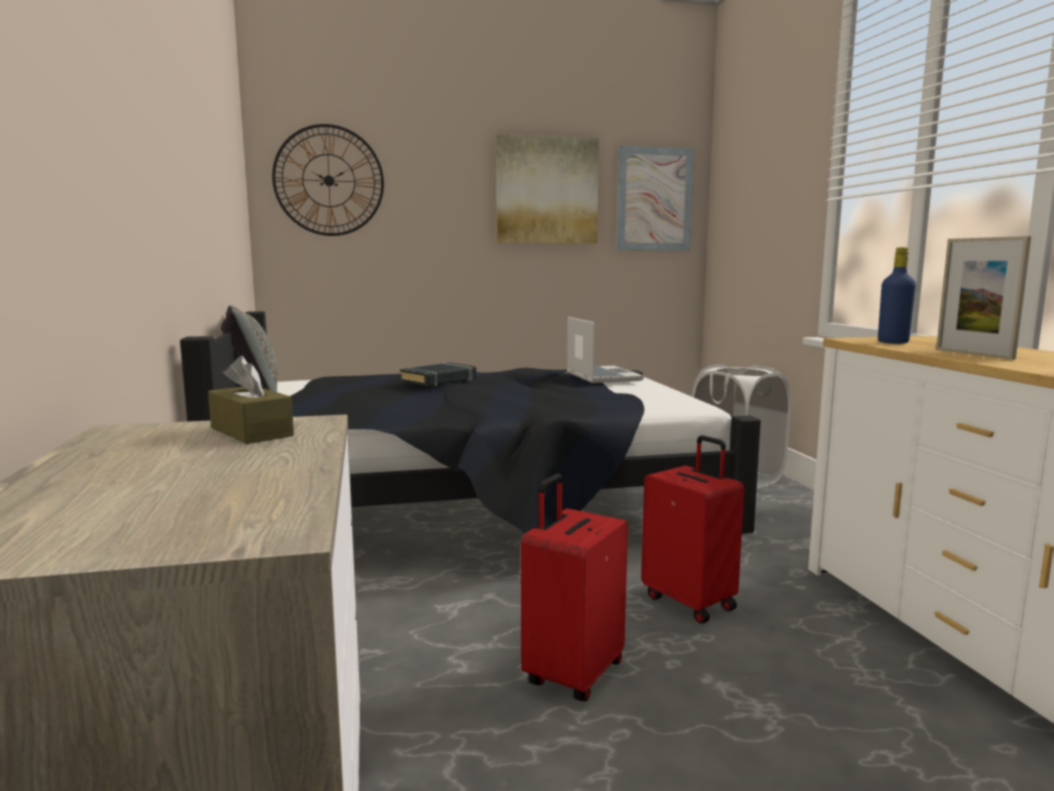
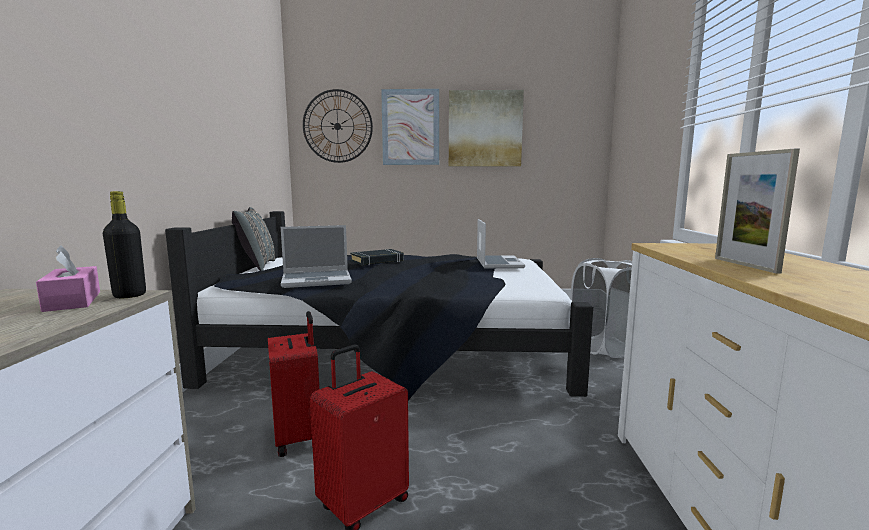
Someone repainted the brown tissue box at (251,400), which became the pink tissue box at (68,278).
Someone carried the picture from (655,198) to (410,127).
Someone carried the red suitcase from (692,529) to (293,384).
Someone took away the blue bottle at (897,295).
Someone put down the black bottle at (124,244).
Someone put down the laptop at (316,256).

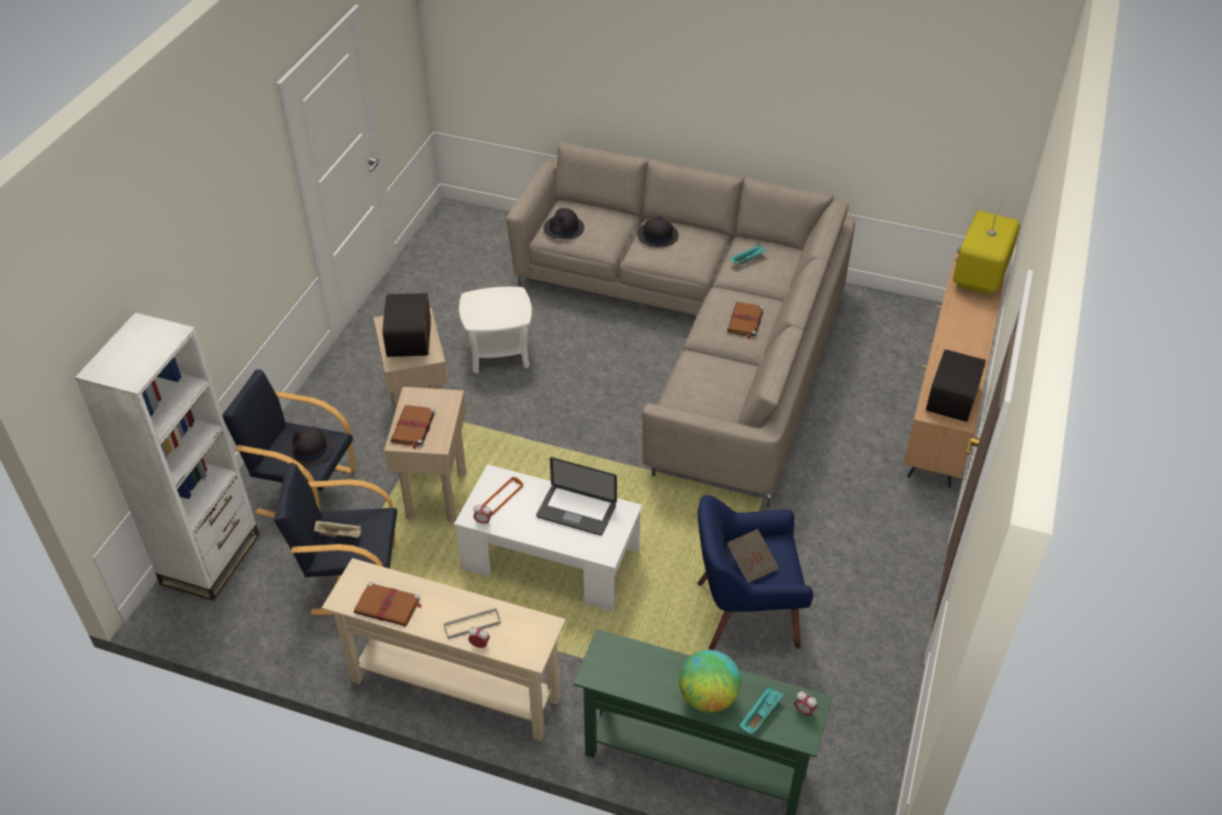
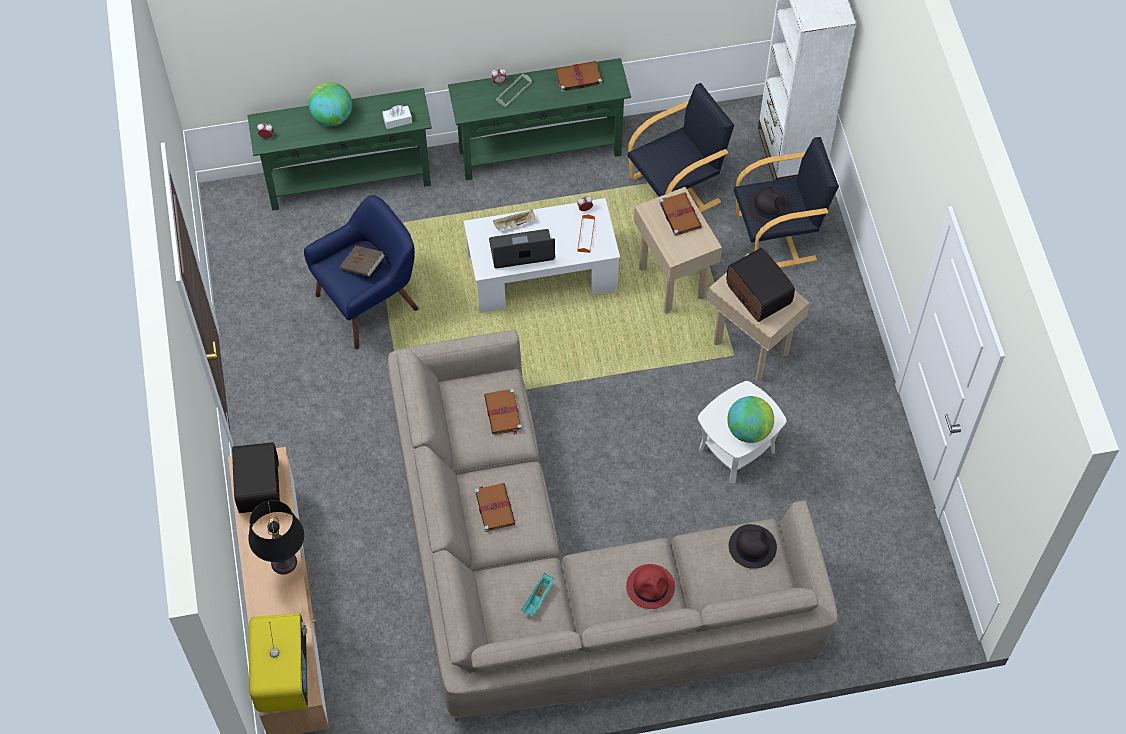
Someone carried the beige tray from (337,529) to (514,220).
Someone repainted the beige console table at (444,649), which became the green console table at (539,119).
Someone repainted the black hat at (658,231), which became the red hat at (650,586).
Someone took away the turquoise tray at (762,710).
Someone put down the black table lamp at (276,537).
Someone put down the white tissue box at (397,117).
Someone put down the brown book at (503,412).
Someone put down the globe at (750,419).

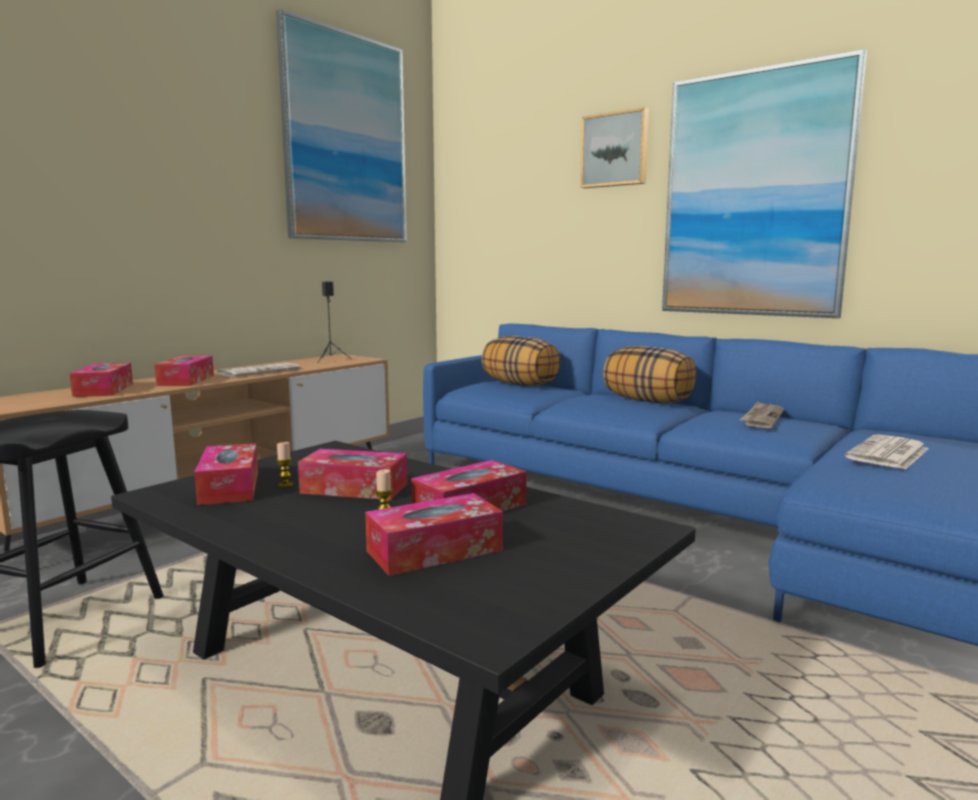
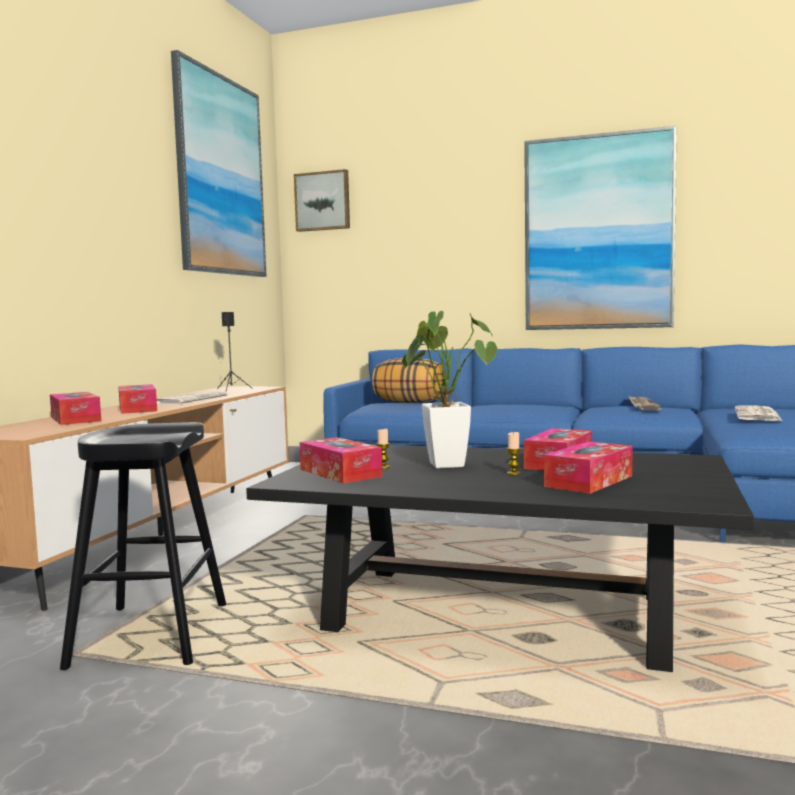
Someone swapped the tissue box at (352,474) for the potted plant at (449,390).
Someone carried the picture from (614,147) to (322,200).
Someone took away the pillow at (649,374).

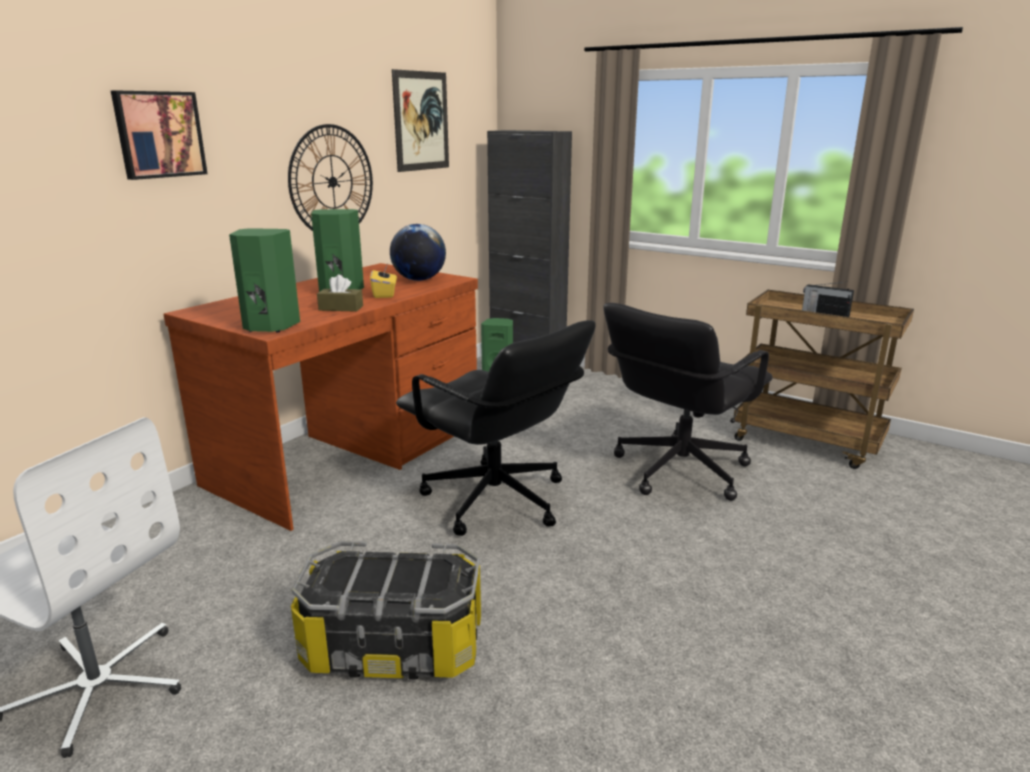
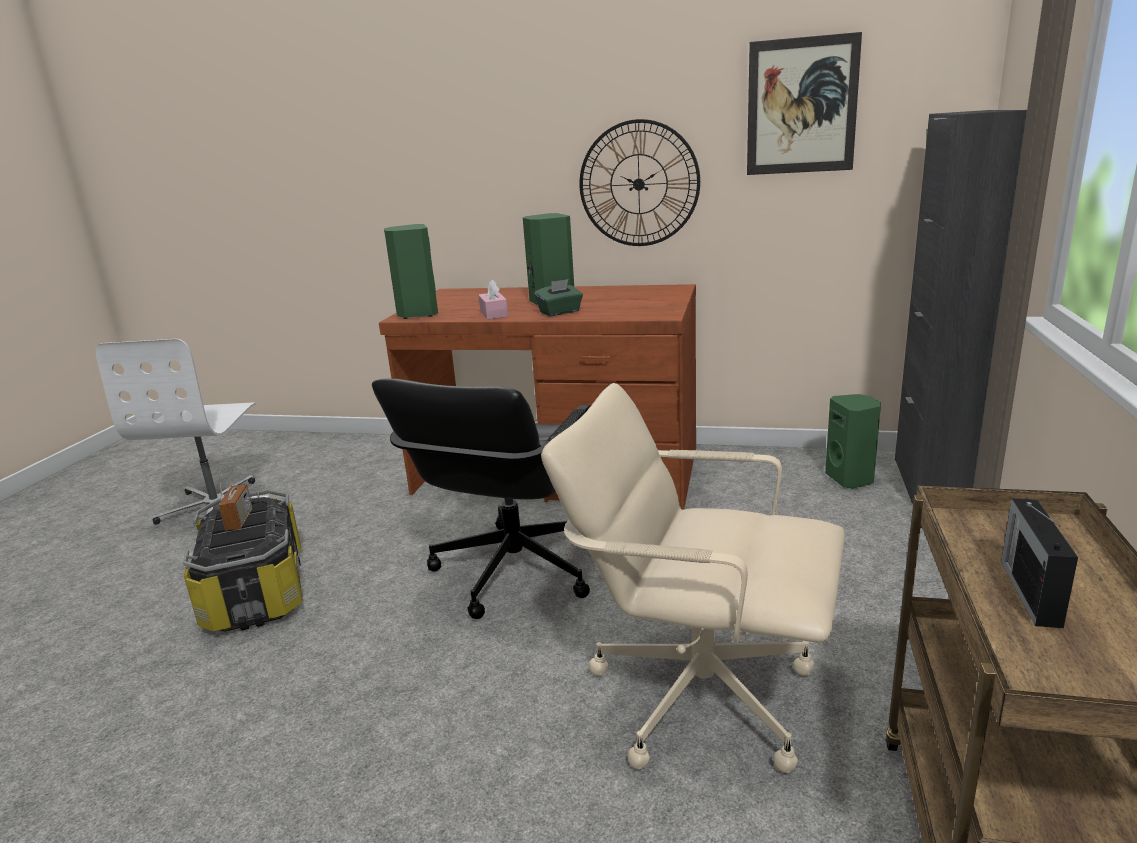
Someone took away the picture at (159,135).
Someone repainted the brown tissue box at (340,293), which became the pink tissue box at (493,300).
Someone repainted the yellow tissue box at (383,281), which became the green tissue box at (559,297).
Someone took away the globe at (418,252).
Someone repainted the black office chair at (688,402), which became the beige office chair at (693,578).
Someone put down the radio at (235,496).

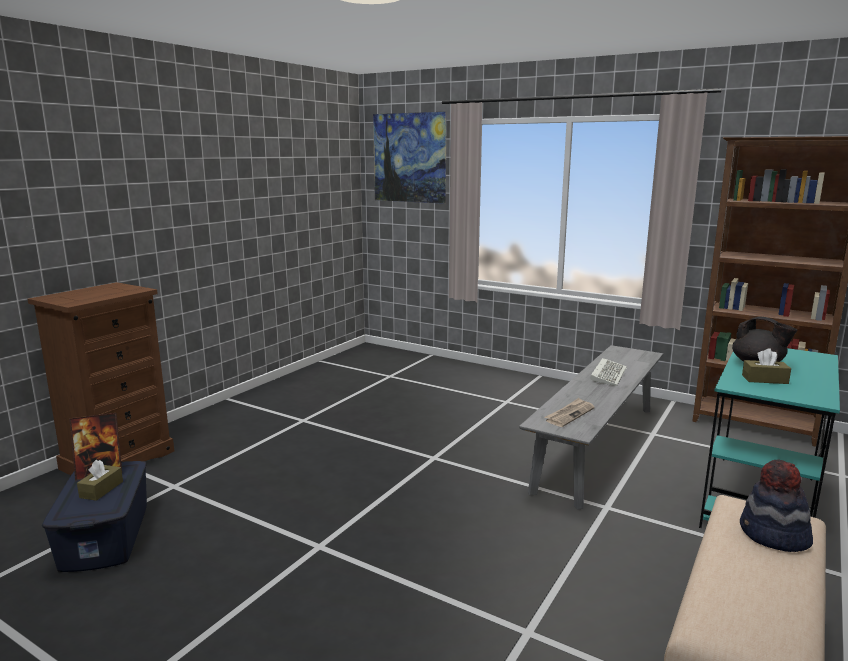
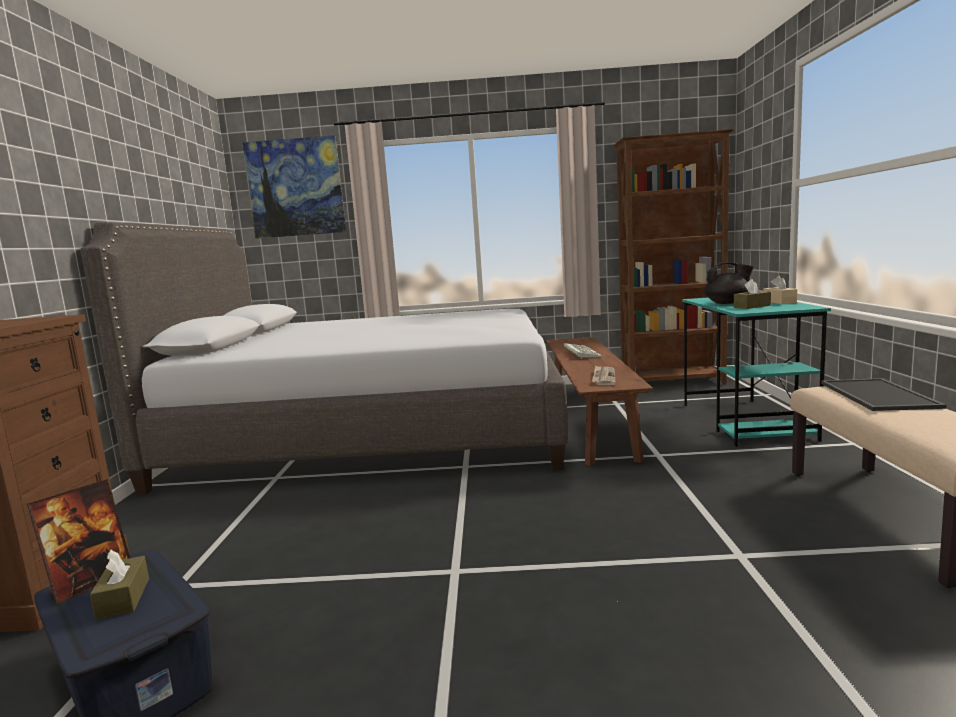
Someone repainted the grey bench at (591,427), which became the brown bench at (600,401).
Someone swapped the hat at (776,506) for the tray at (883,394).
Someone put down the grey bed at (324,358).
Someone put down the beige tissue box at (780,290).

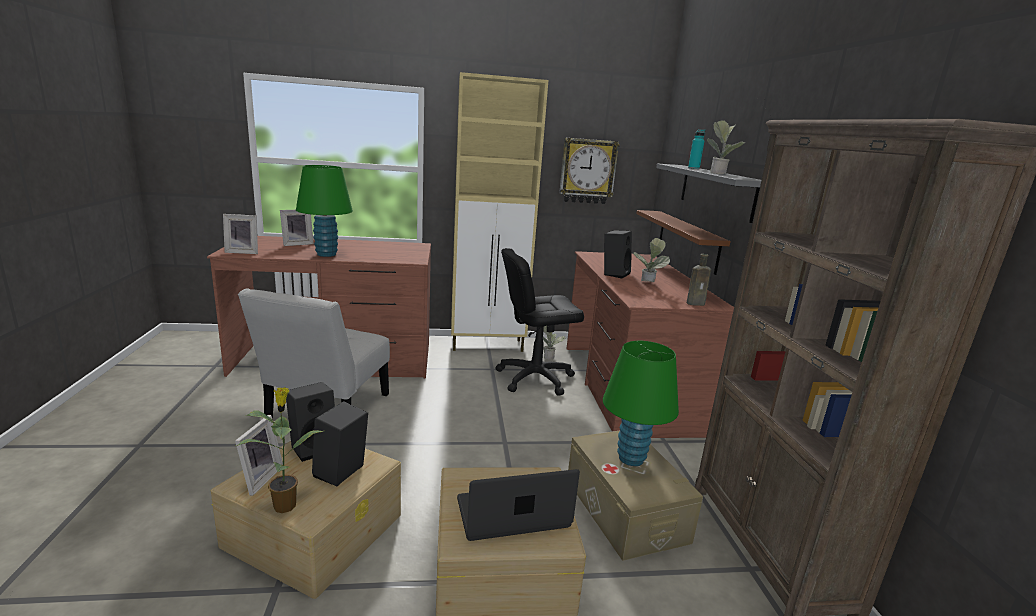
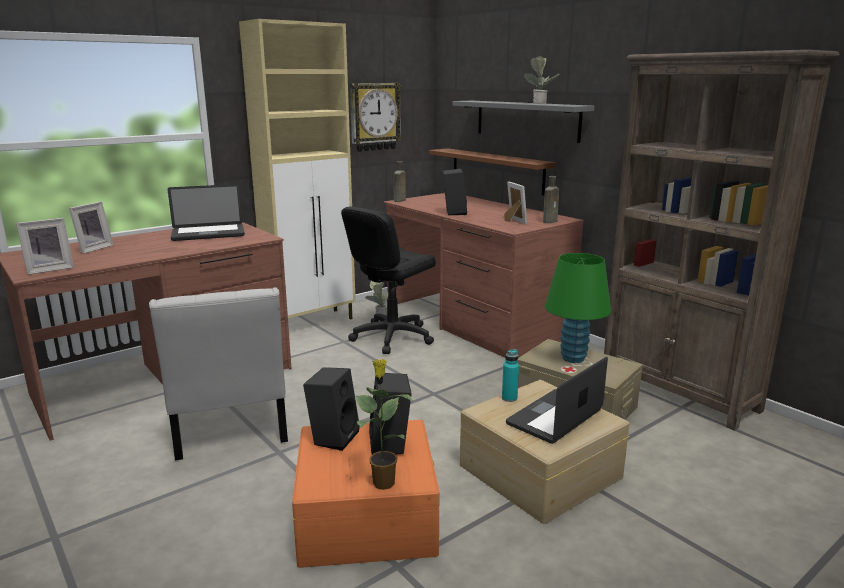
Someone repainted the beige storage box at (306,520), which became the orange storage box at (366,494).
Someone carried the picture frame from (259,455) to (515,203).
Someone took away the green table lamp at (324,211).
Someone took away the potted plant at (651,260).
Someone carried the turquoise bottle from (696,149) to (510,375).
Someone put down the laptop at (206,212).
Someone put down the brown bottle at (400,181).

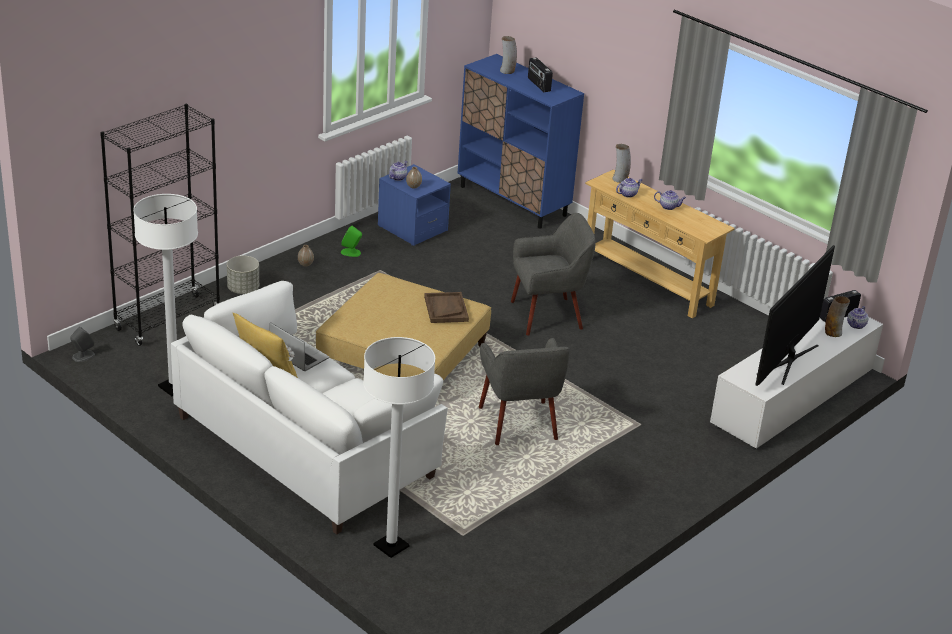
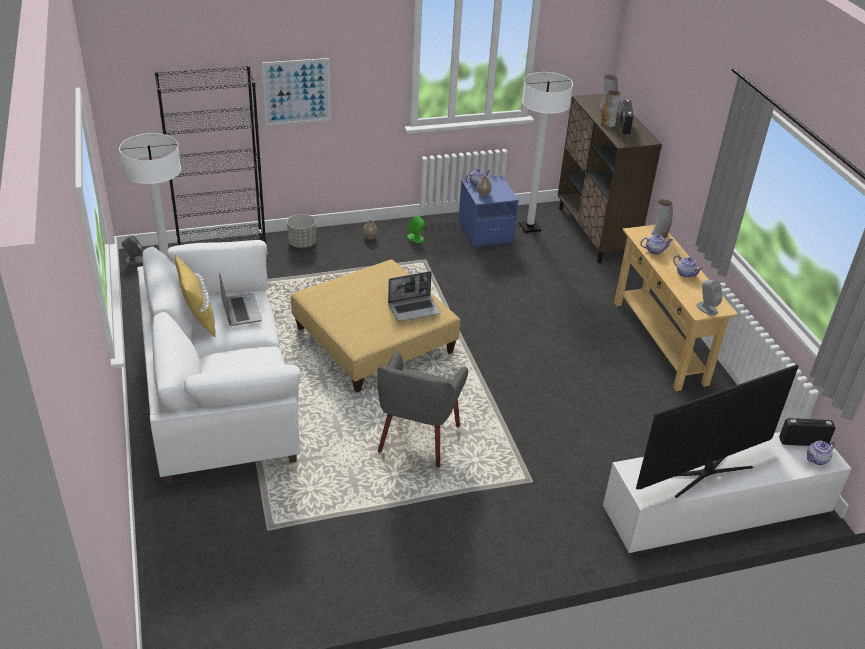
Someone carried the white floor lamp from (399,447) to (546,152).
Someone swapped the brown tray at (446,307) for the laptop at (414,296).
Someone repainted the blue cabinet at (521,141), which became the brown cabinet at (610,178).
Someone took away the grey armchair at (553,274).
Someone carried the vase from (837,316) to (611,108).
Someone put up the picture at (296,92).
Someone put down the grey speaker at (709,297).

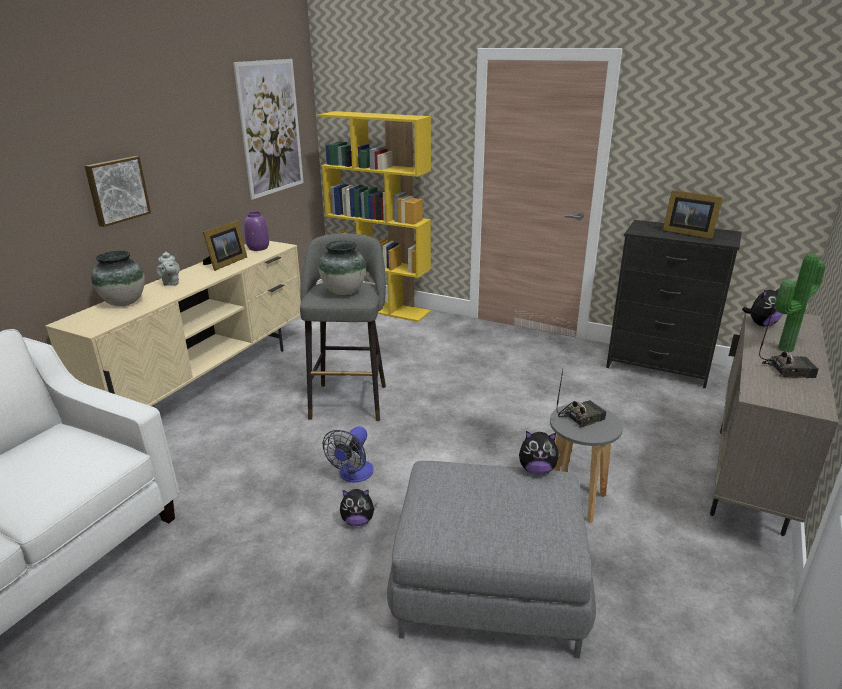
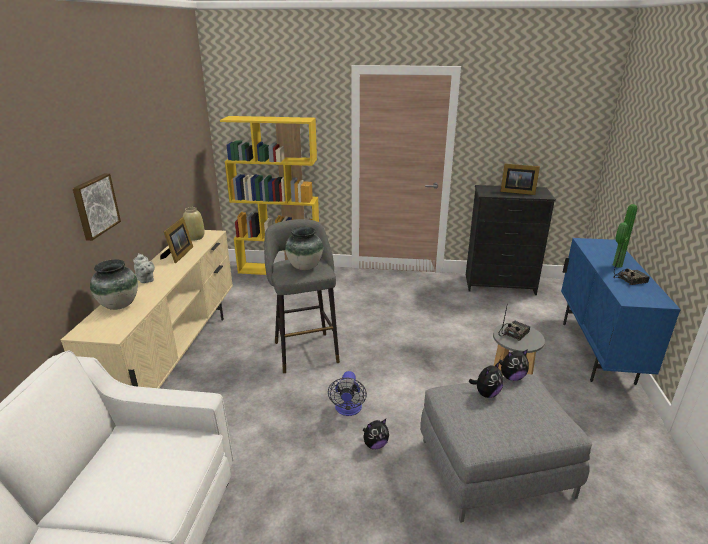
Someone took away the picture at (268,129).
Someone repainted the purple vase at (256,231), which became the beige vase at (194,224).
Someone repainted the beige cabinet at (774,420), which became the blue cabinet at (621,311).
Someone carried the plush toy from (762,307) to (486,379).

